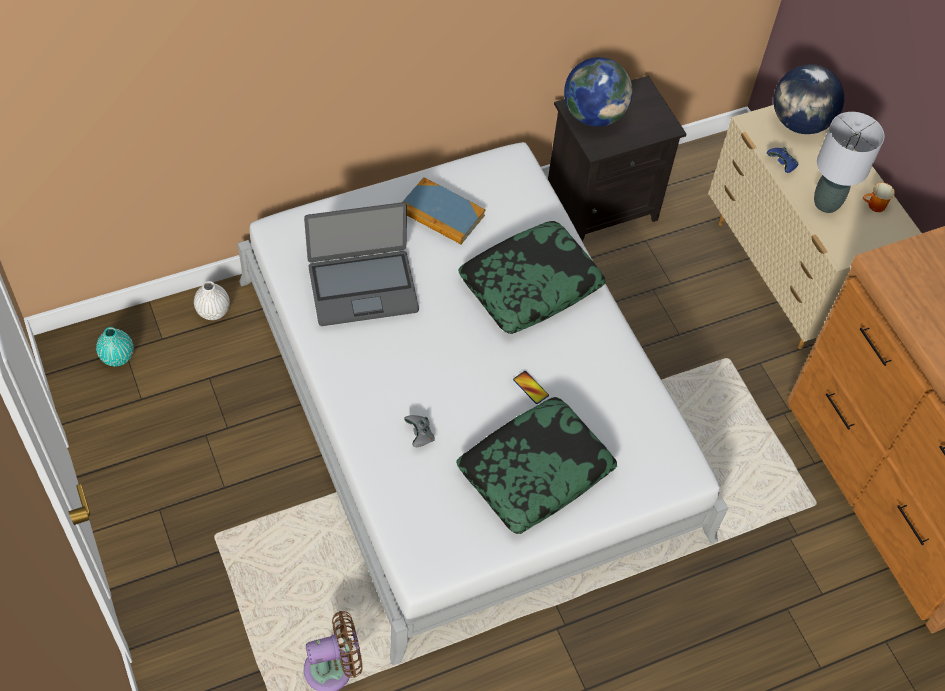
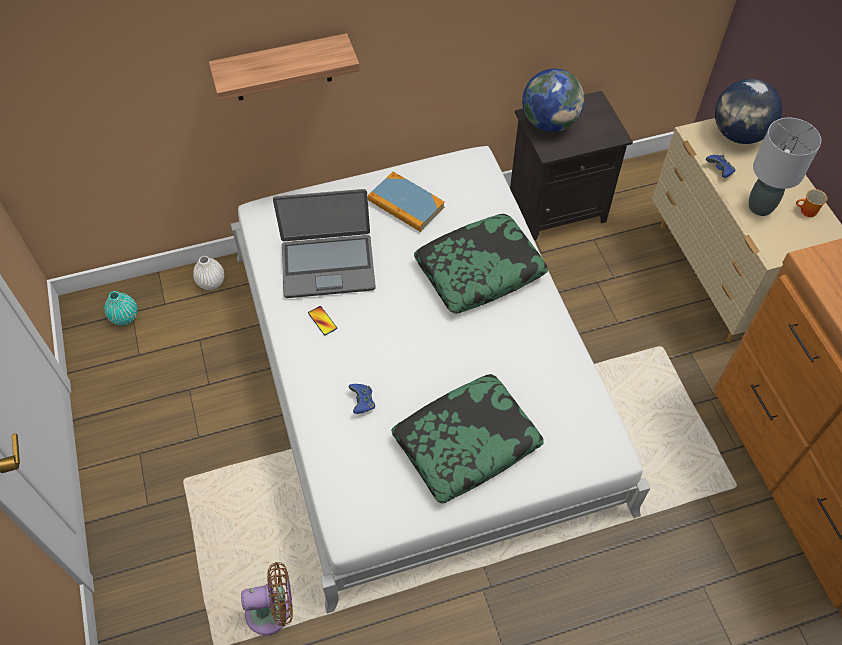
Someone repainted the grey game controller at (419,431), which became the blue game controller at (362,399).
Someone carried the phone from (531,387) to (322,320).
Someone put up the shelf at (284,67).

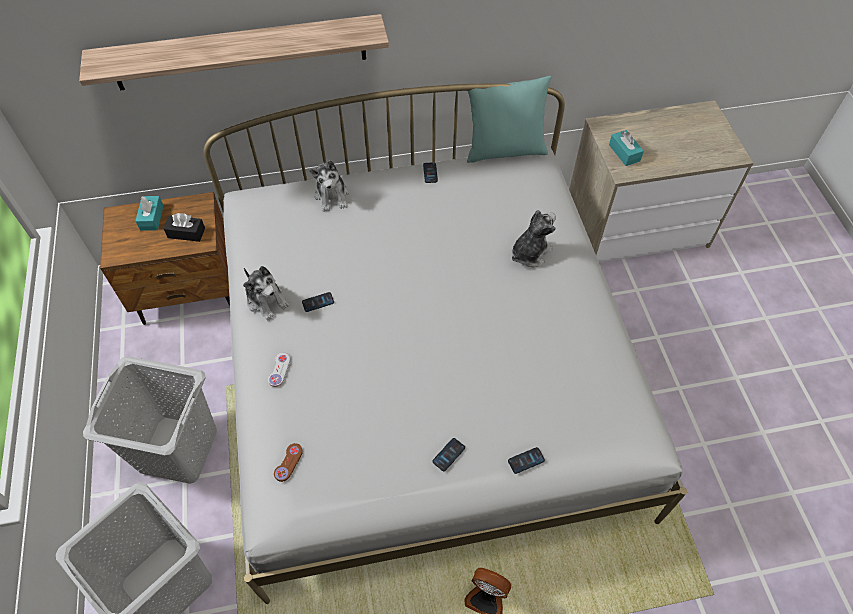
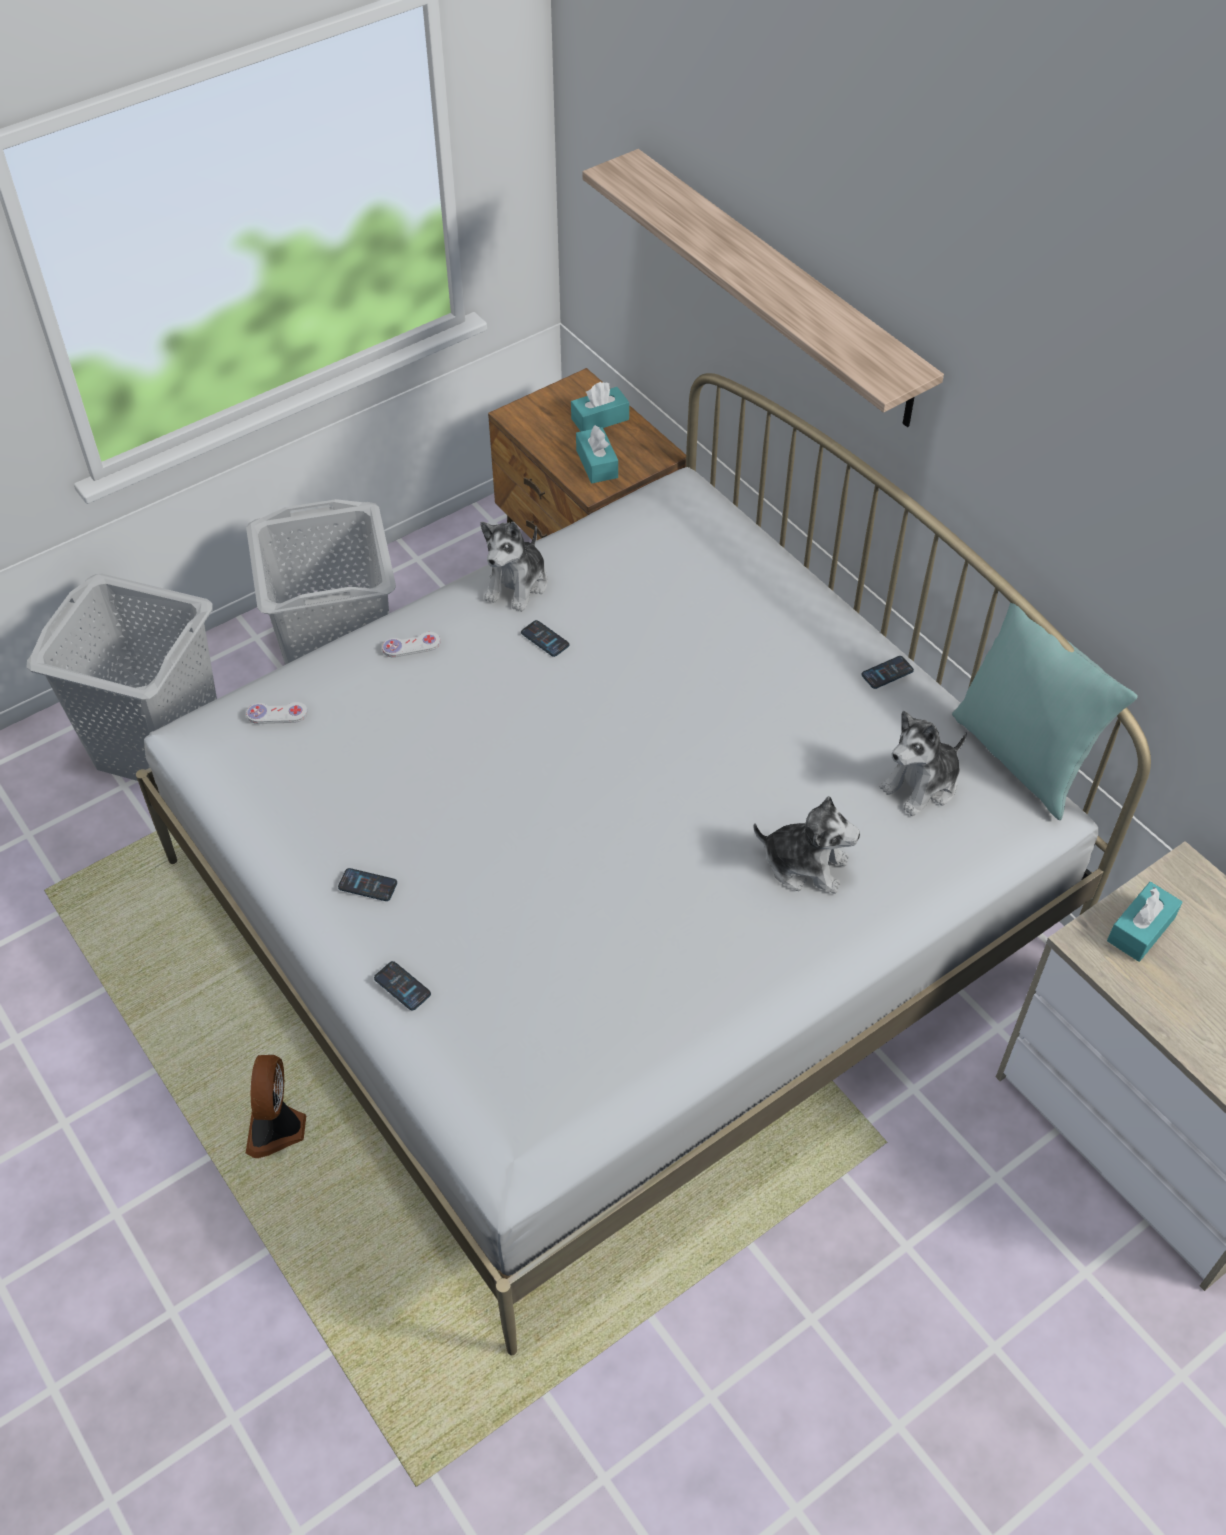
Someone repainted the black tissue box at (184,227), which became the turquoise tissue box at (597,454).
Someone repainted the brown game controller at (288,462), which became the white game controller at (277,713).
Someone carried the plush toy from (329,186) to (923,763).

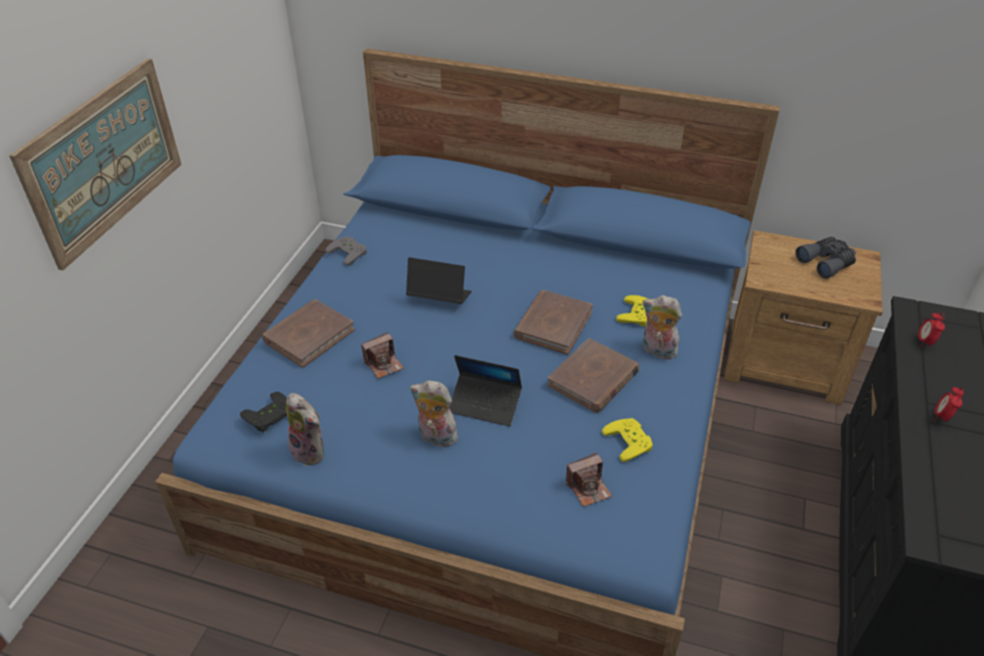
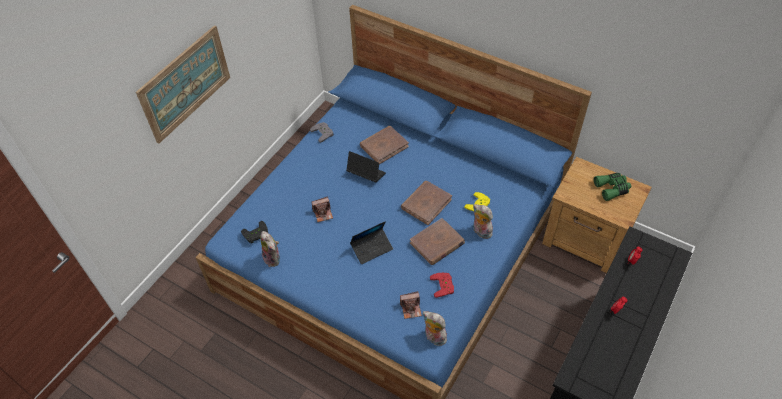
Someone carried the brown book from (308,334) to (384,145).
Someone carried the plush toy from (435,413) to (435,328).
Someone rotated the laptop at (485,391) by 60 degrees counterclockwise.
Someone repainted the yellow game controller at (627,440), which became the red game controller at (442,285).
Someone repainted the grey binoculars at (825,258), which became the green binoculars at (612,187).

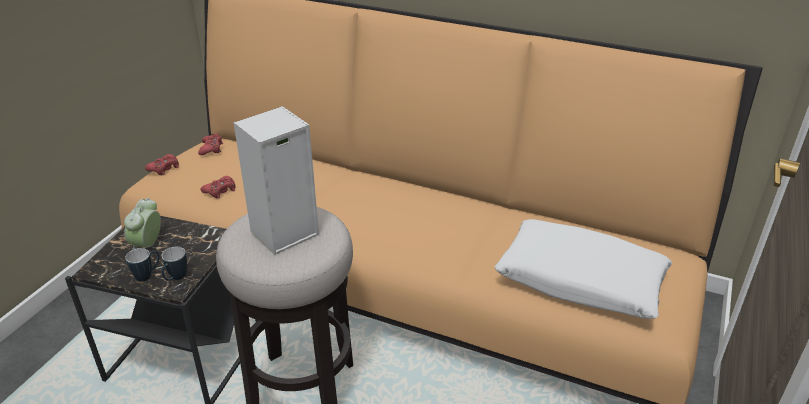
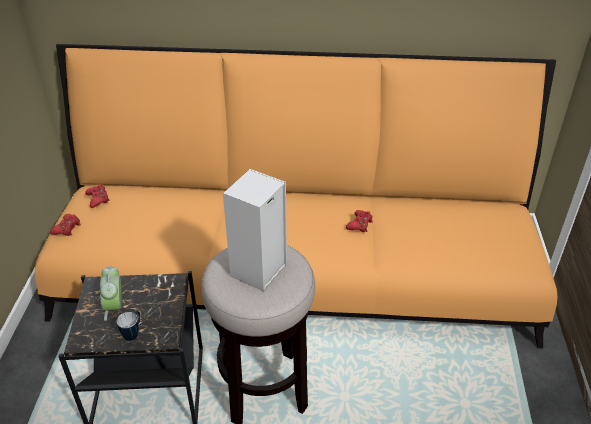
Someone took away the mug at (174,264).
Someone carried the red game controller from (217,187) to (359,221).
Someone took away the white pillow at (583,269).

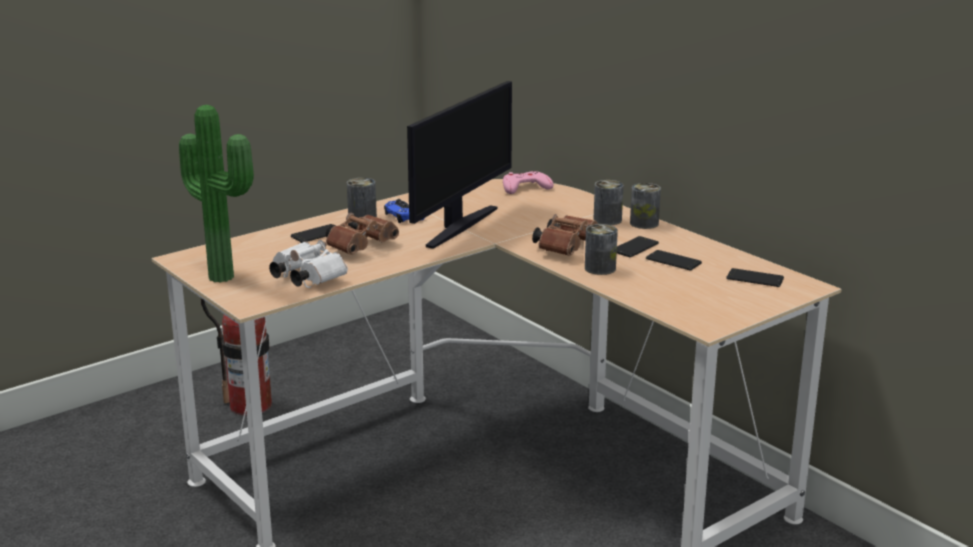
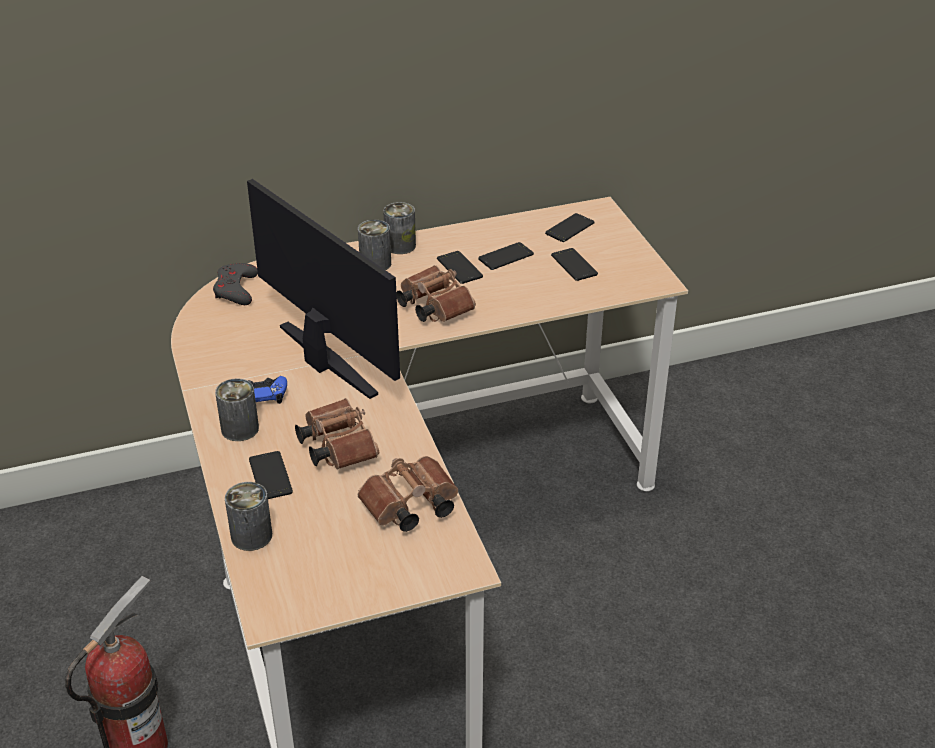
Someone took away the potted plant at (216,194).
Someone repainted the white binoculars at (308,264), which became the brown binoculars at (408,494).
Someone repainted the pink game controller at (528,182), which became the grey game controller at (235,284).
Someone carried the can from (601,249) to (248,516).
Someone put down the phone at (574,264).

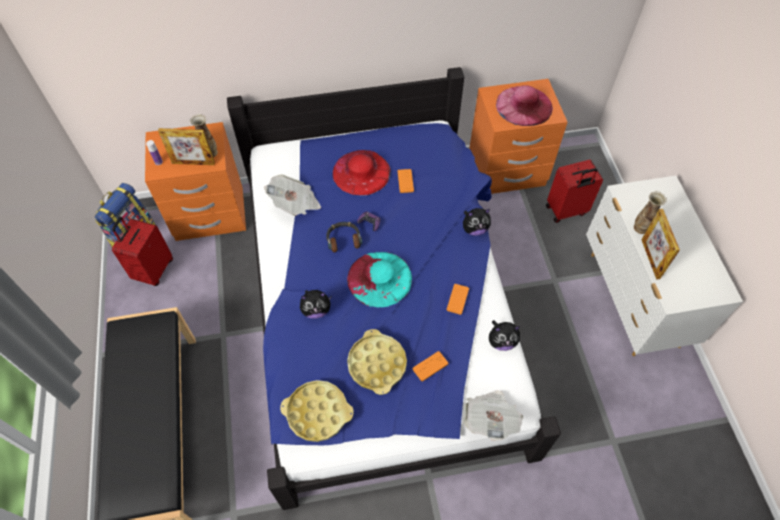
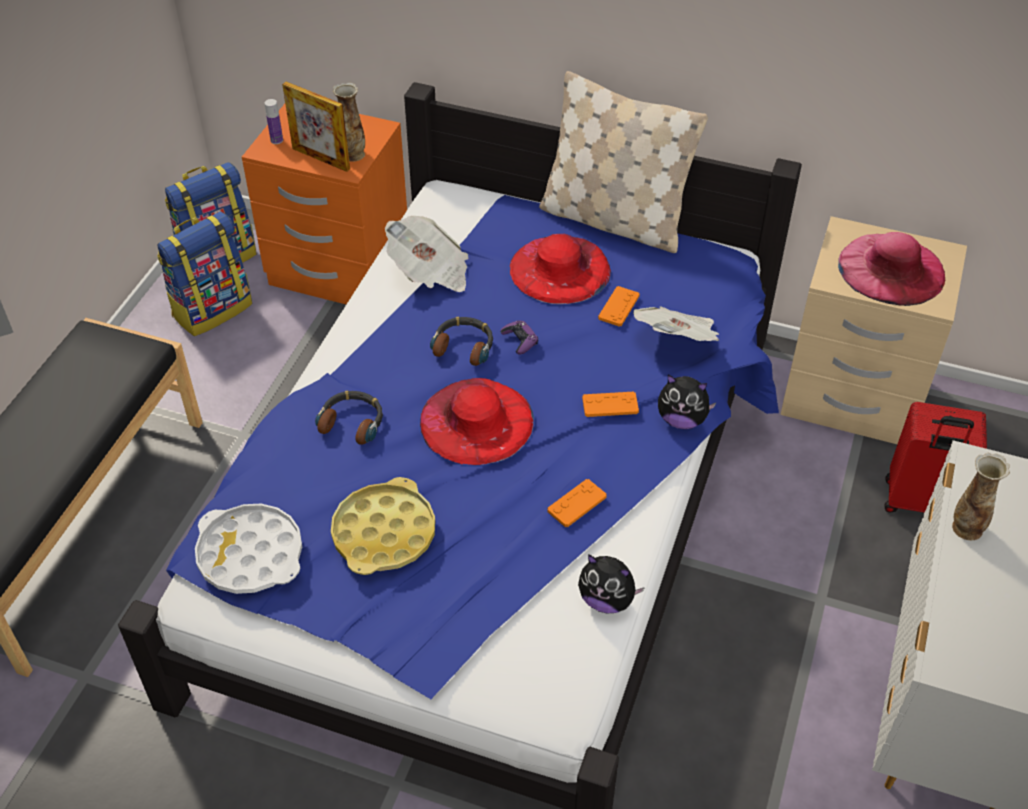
Someone swapped the red suitcase at (142,251) for the backpack at (204,274).
Someone repainted the yellow tray at (316,411), which became the white tray at (248,549).
Someone swapped the plush toy at (316,304) for the headphones at (349,417).
Someone repainted the turquoise hat at (379,280), which became the red hat at (477,421).
Someone carried the orange game controller from (430,366) to (610,404).
Someone carried the newspaper from (493,415) to (676,324).
Someone repainted the orange nightstand at (518,136), which became the beige nightstand at (873,330).
Someone took away the picture frame at (660,244).
Someone put down the beige pillow at (623,162).

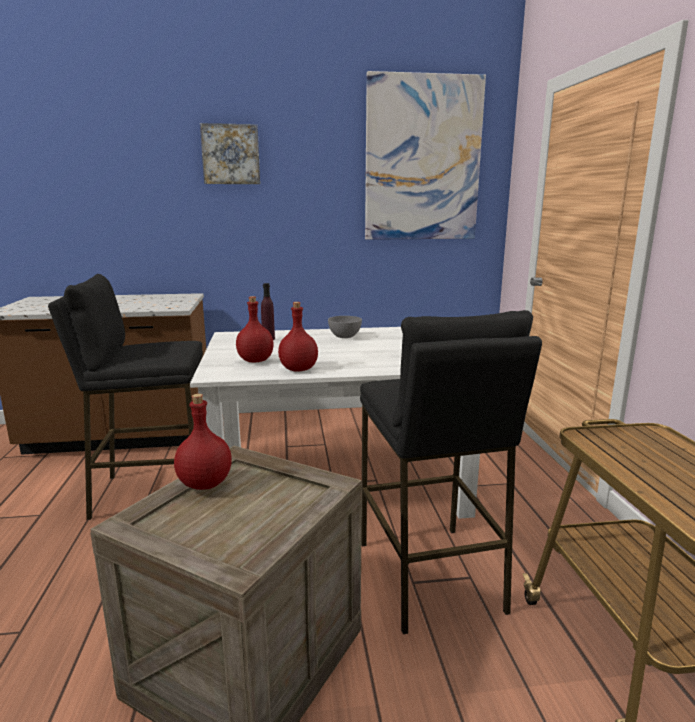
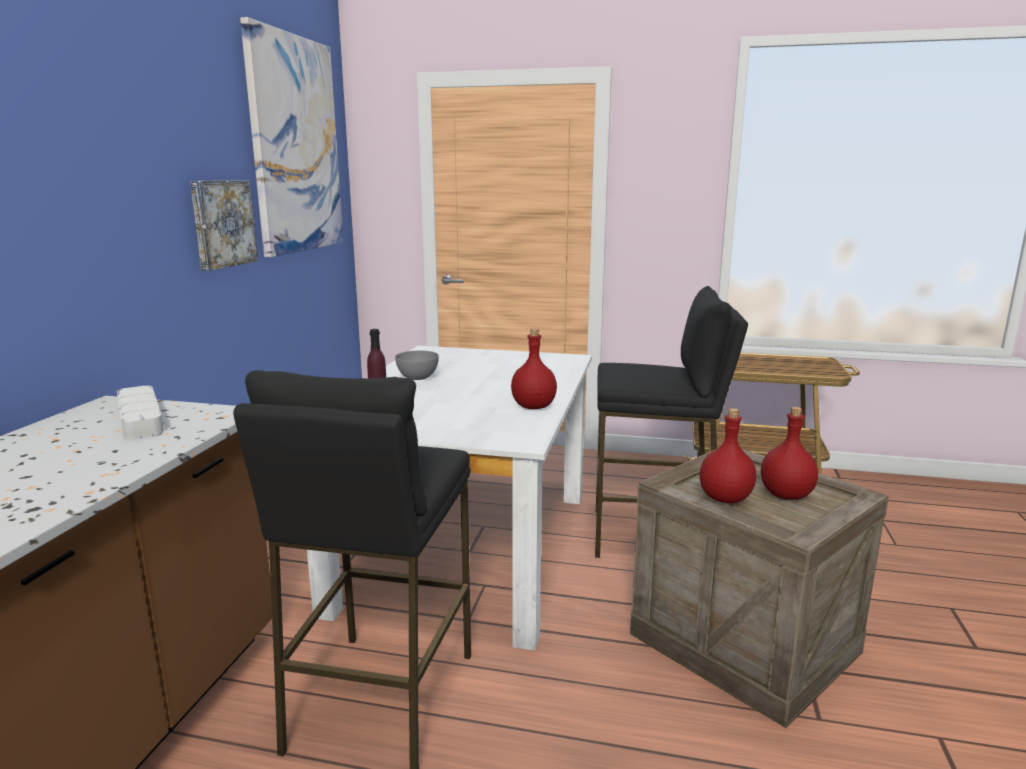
Someone carried the picture from (230,153) to (224,225).
Someone carried the red bottle from (255,329) to (789,453).
Someone put down the grey tray at (140,412).

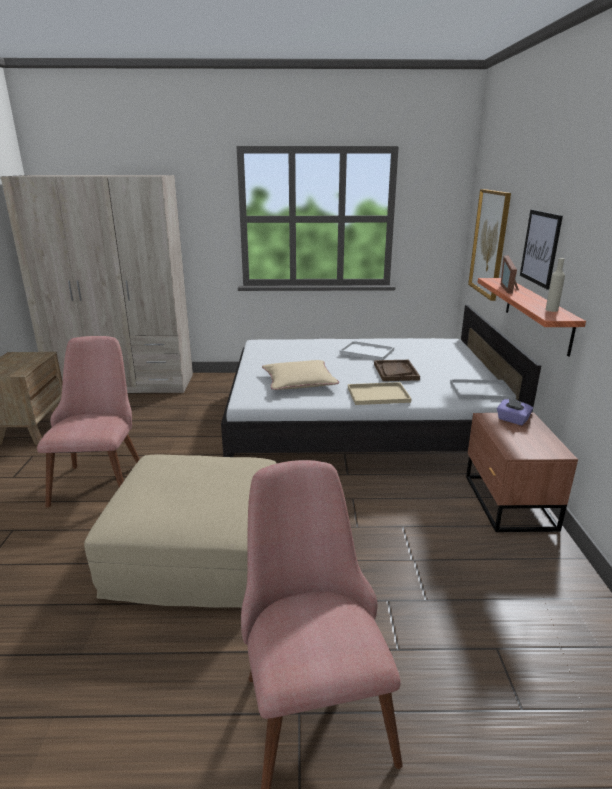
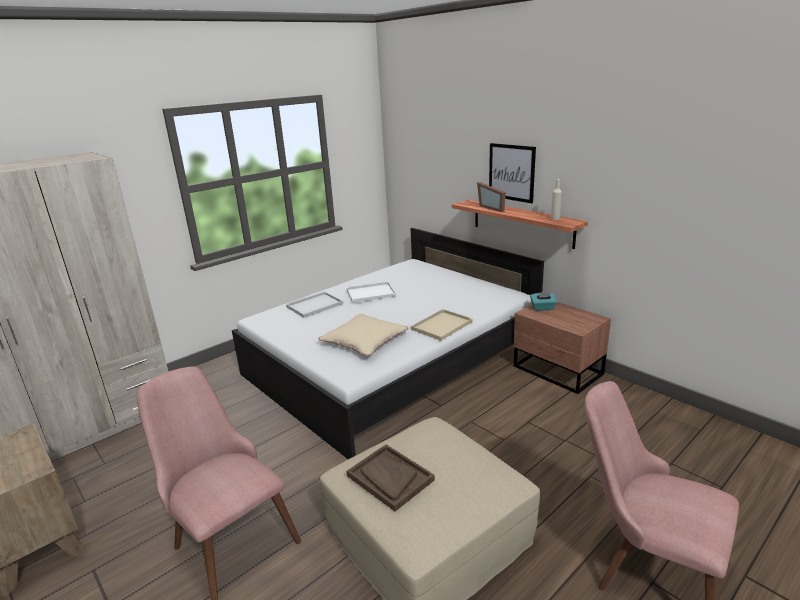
Someone carried the brown tray from (397,370) to (391,477).
Someone carried the white tray from (483,389) to (314,305).
Someone took away the picture at (489,245).
Someone repainted the purple tissue box at (515,411), which became the turquoise tissue box at (543,301).

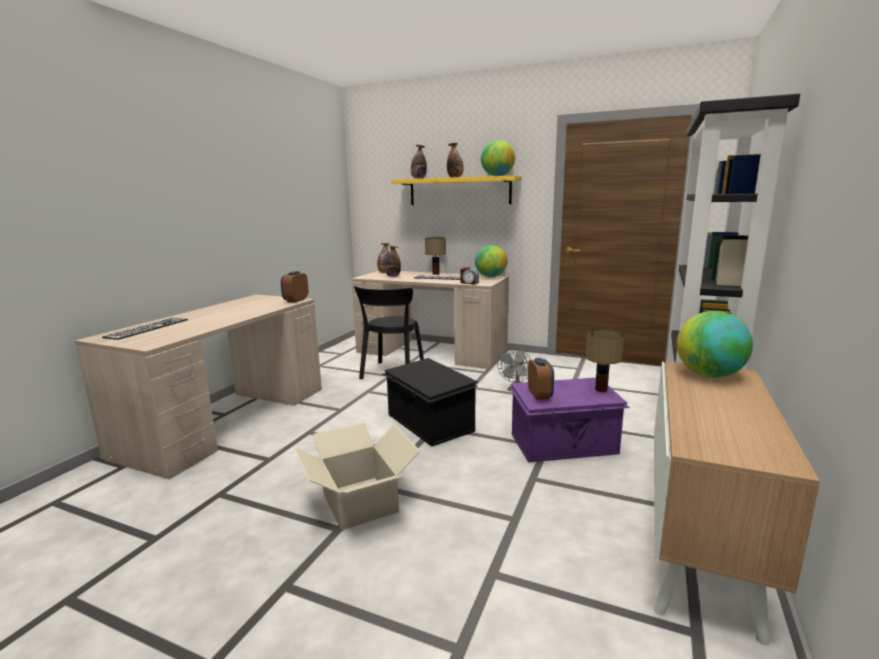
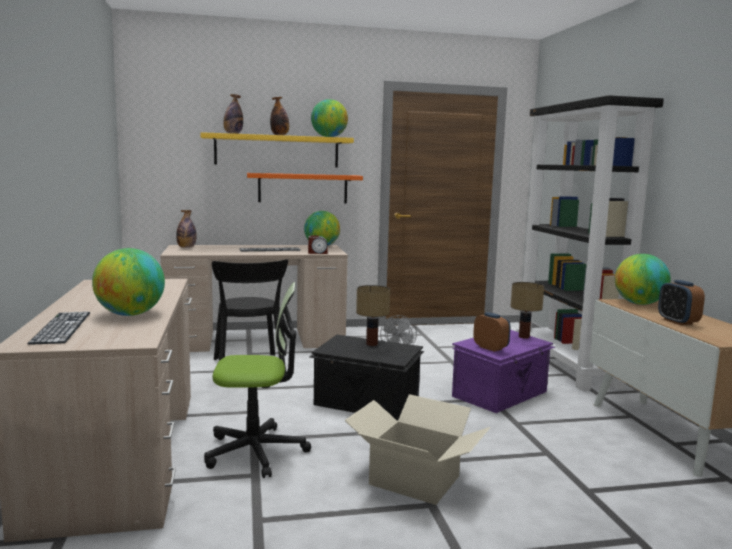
Someone carried the alarm clock from (295,287) to (681,302).
Someone took away the bottle at (393,261).
Someone carried the table lamp from (435,256) to (373,315).
Someone put down the globe at (128,282).
Someone put down the office chair at (257,380).
Someone put up the orange shelf at (305,188).

